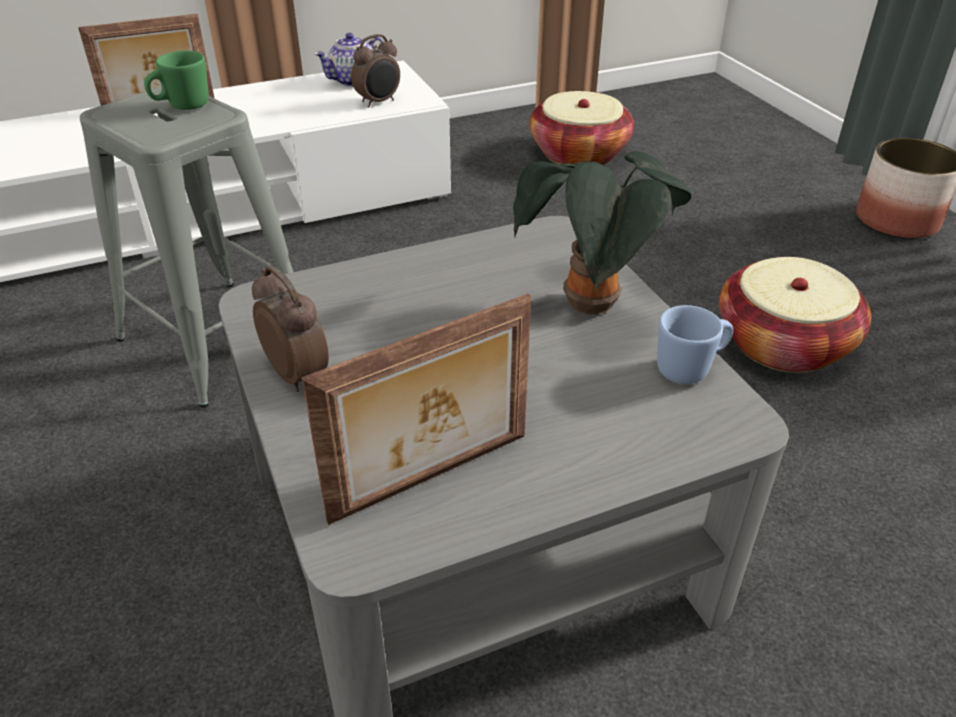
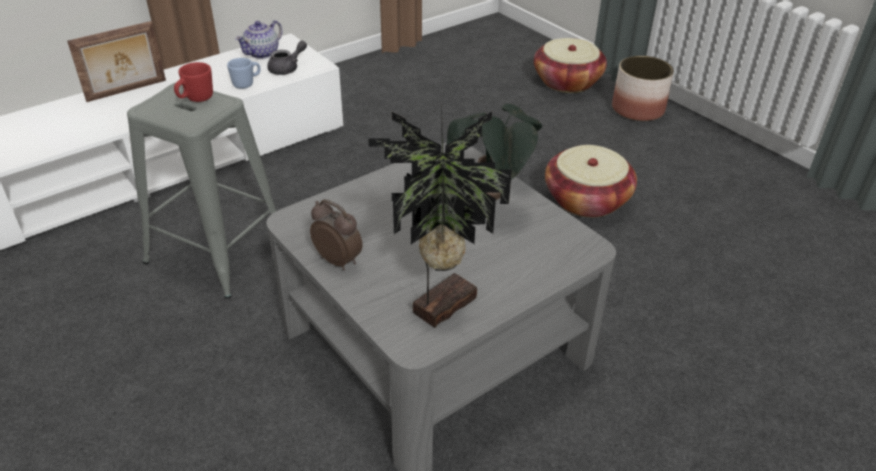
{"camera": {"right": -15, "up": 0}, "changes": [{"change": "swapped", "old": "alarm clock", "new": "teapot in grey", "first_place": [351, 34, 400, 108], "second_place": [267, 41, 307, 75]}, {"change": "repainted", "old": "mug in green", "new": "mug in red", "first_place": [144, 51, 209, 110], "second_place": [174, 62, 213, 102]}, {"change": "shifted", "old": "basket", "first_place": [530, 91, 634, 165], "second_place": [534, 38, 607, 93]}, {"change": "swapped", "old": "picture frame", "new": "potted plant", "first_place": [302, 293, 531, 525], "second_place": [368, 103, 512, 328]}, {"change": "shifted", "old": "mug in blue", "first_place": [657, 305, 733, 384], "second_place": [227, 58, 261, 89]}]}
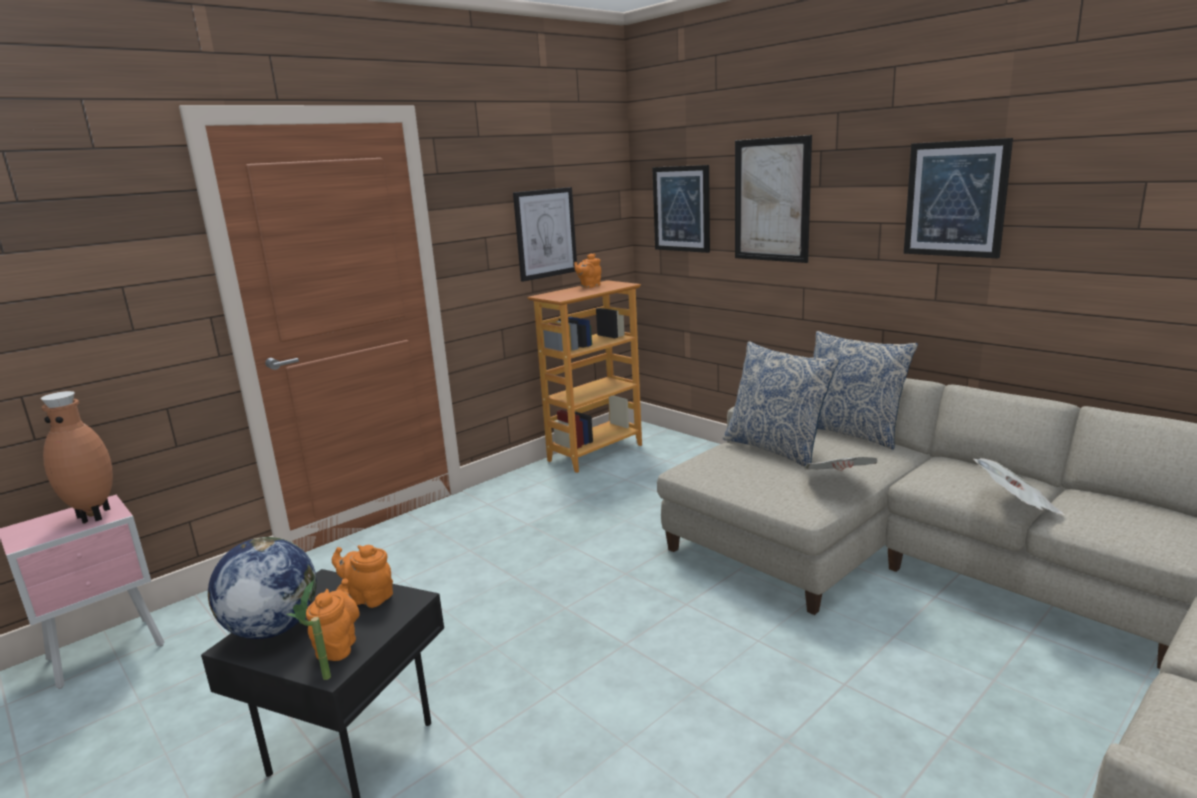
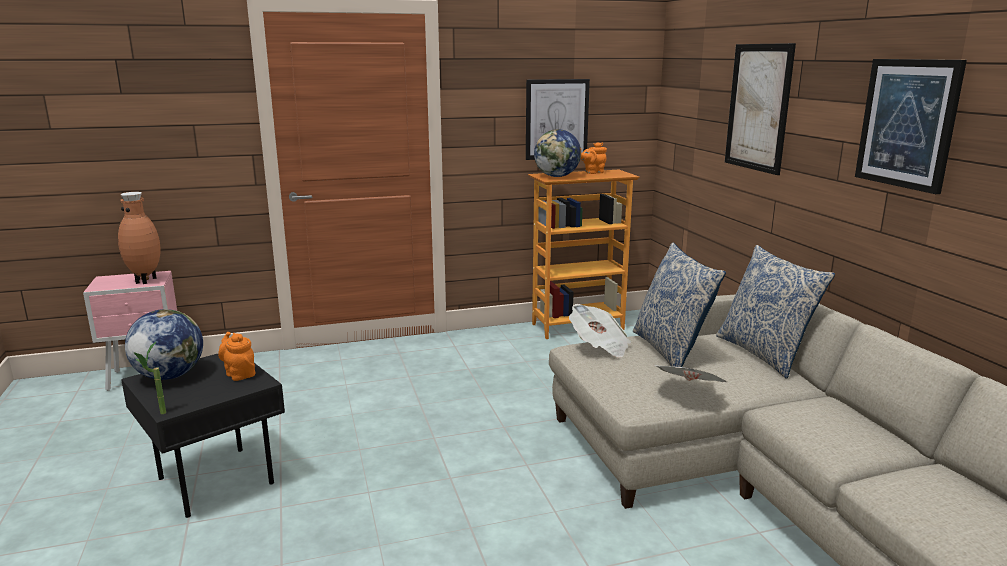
{"camera": {"right": 25, "up": 0}, "changes": [{"change": "gone", "old": "picture", "first_place": [652, 165, 710, 253]}, {"change": "shifted", "old": "newspaper", "first_place": [973, 458, 1065, 515], "second_place": [569, 304, 631, 358]}, {"change": "gone", "old": "teapot in orange", "first_place": [306, 579, 360, 661]}, {"change": "new", "new": "globe", "second_place": [534, 129, 581, 177]}]}
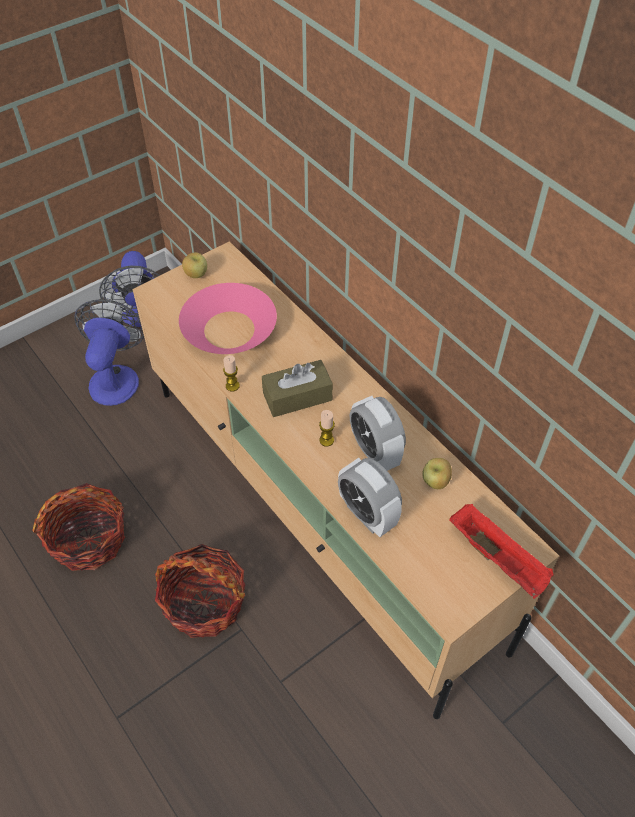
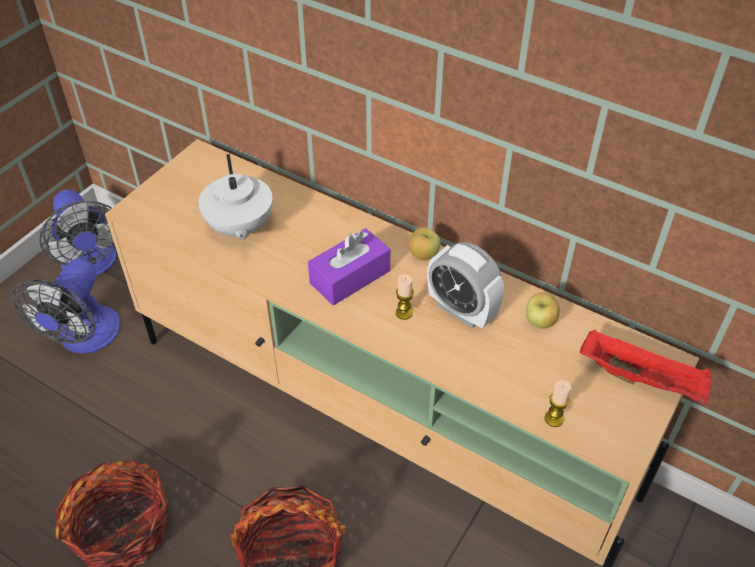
{"camera": {"right": -20, "up": -5}, "changes": [{"change": "shifted", "old": "apple", "first_place": [182, 252, 207, 278], "second_place": [409, 227, 440, 260]}, {"change": "swapped", "old": "bowl in pink", "new": "teapot in white", "first_place": [179, 283, 277, 354], "second_place": [198, 154, 273, 241]}, {"change": "rotated", "old": "fan", "first_place": [75, 299, 144, 406], "second_place": [12, 258, 120, 354], "degrees": -150}, {"change": "shifted", "old": "candle", "first_place": [223, 355, 240, 392], "second_place": [545, 380, 571, 427]}, {"change": "repainted", "old": "tissue box in brown", "new": "tissue box in purple", "first_place": [262, 360, 333, 417], "second_place": [308, 228, 390, 305]}, {"change": "gone", "old": "alarm clock", "first_place": [338, 458, 402, 537]}]}
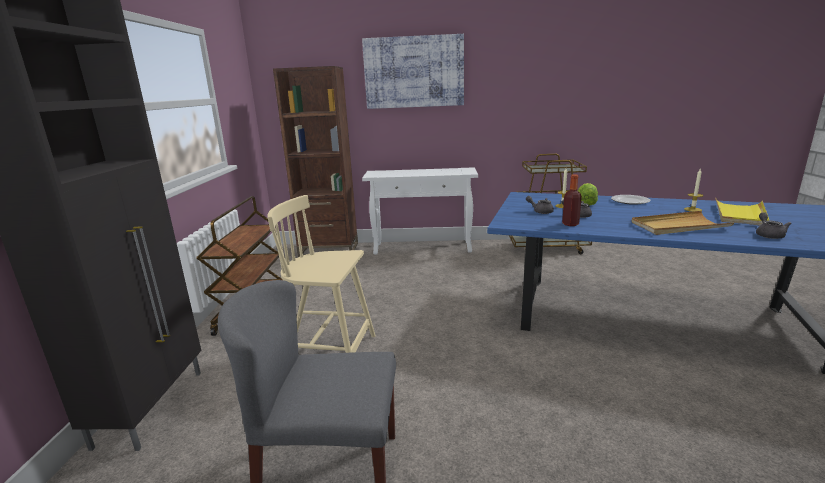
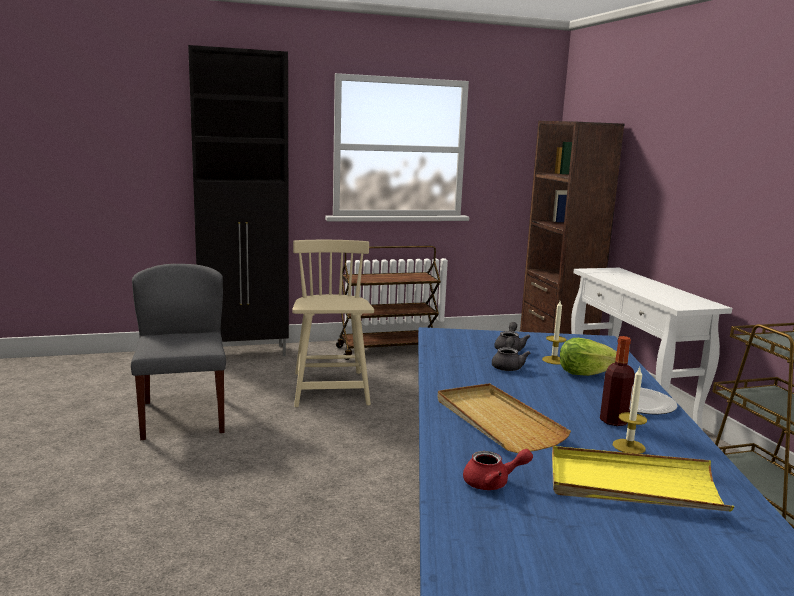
{"camera": {"right": 70, "up": -5}, "changes": [{"change": "gone", "old": "picture", "first_place": [362, 34, 464, 109]}, {"change": "shifted", "old": "bottle", "first_place": [562, 174, 582, 226], "second_place": [600, 336, 635, 426]}, {"change": "repainted", "old": "teapot in grey", "new": "teapot in red", "first_place": [756, 212, 792, 239], "second_place": [463, 449, 533, 490]}]}
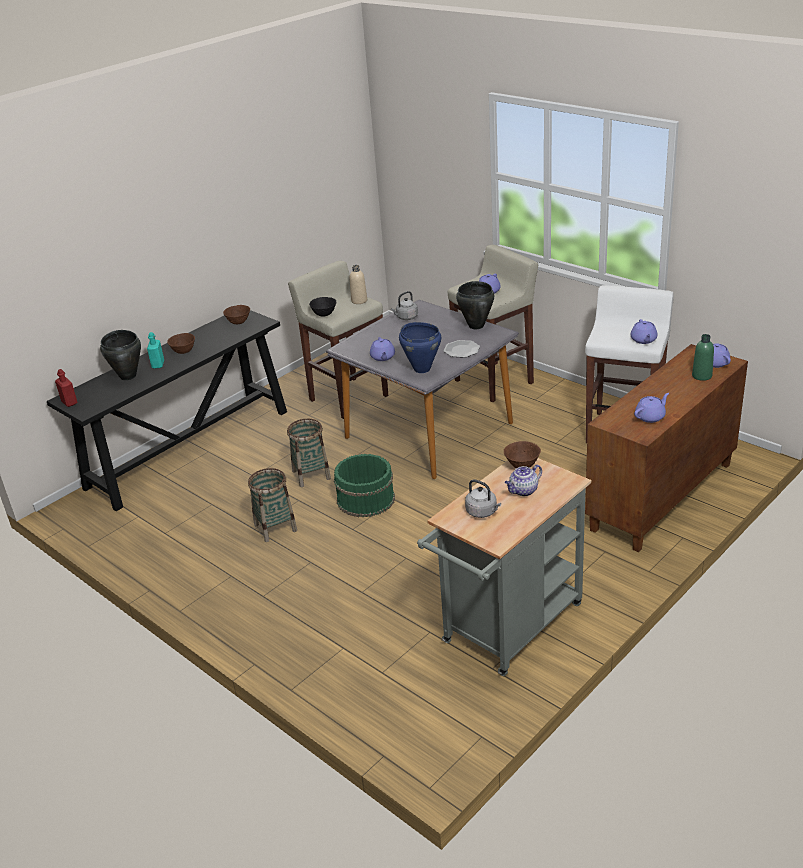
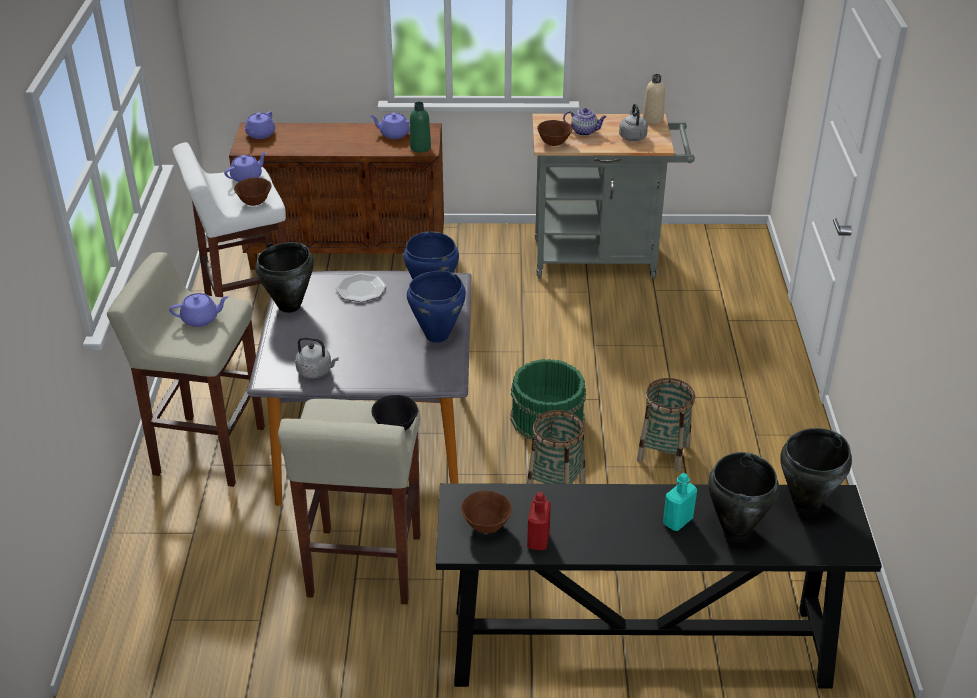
{"camera": {"right": -135, "up": 5}, "changes": [{"change": "shifted", "old": "bottle in beige", "first_place": [350, 265, 367, 304], "second_place": [643, 74, 665, 124]}, {"change": "shifted", "old": "bowl in brown", "first_place": [167, 333, 195, 354], "second_place": [234, 178, 272, 206]}, {"change": "shifted", "old": "bottle in green", "first_place": [692, 334, 714, 381], "second_place": [410, 102, 431, 153]}, {"change": "swapped", "old": "teapot in purple", "new": "cooking pot in blue", "first_place": [370, 337, 395, 361], "second_place": [407, 271, 466, 343]}, {"change": "shifted", "old": "bottle in red", "first_place": [55, 369, 77, 407], "second_place": [527, 492, 551, 550]}, {"change": "new", "new": "cooking pot in black", "second_place": [780, 428, 852, 512]}]}
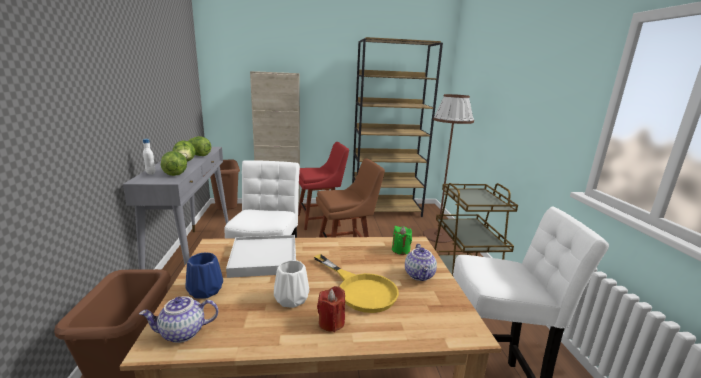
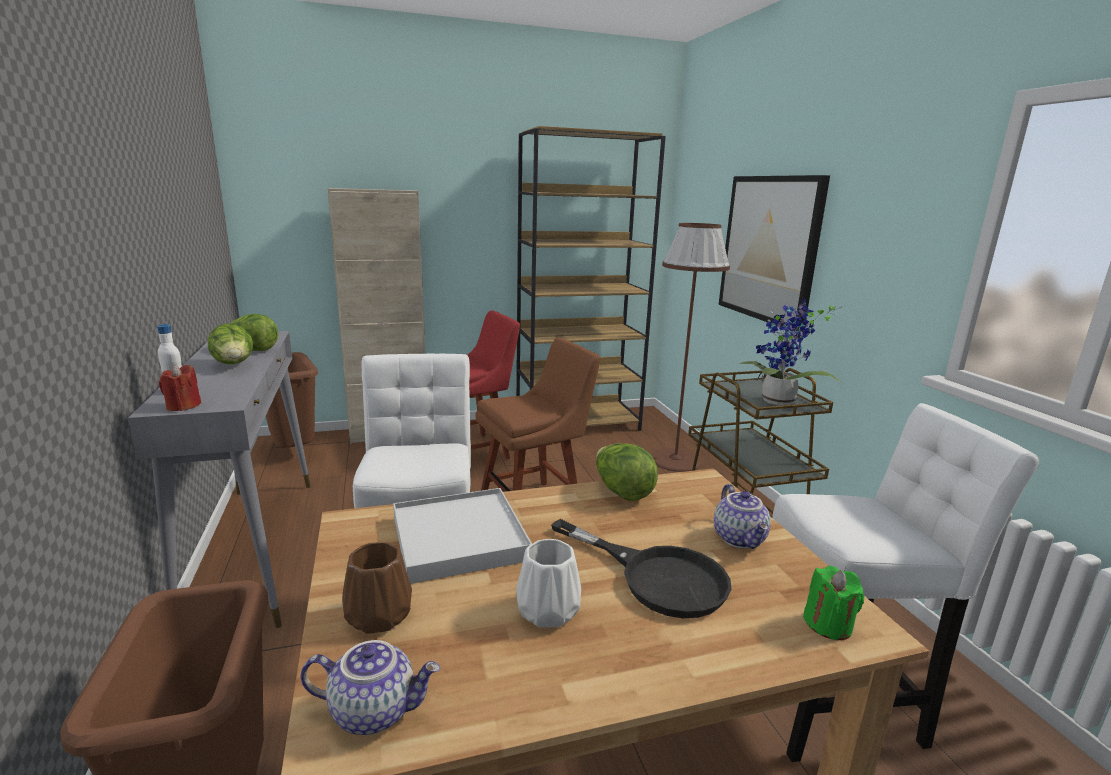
{"camera": {"right": -10, "up": 0}, "changes": [{"change": "shifted", "old": "lettuce", "first_place": [161, 151, 187, 176], "second_place": [596, 443, 658, 501]}, {"change": "shifted", "old": "candle in green", "first_place": [392, 226, 412, 255], "second_place": [803, 566, 864, 640]}, {"change": "repainted", "old": "vase in blue", "new": "vase in brown", "first_place": [186, 253, 223, 299], "second_place": [342, 542, 412, 634]}, {"change": "repainted", "old": "frying pan in yellow", "new": "frying pan in black", "first_place": [314, 254, 399, 313], "second_place": [551, 519, 731, 618]}, {"change": "shifted", "old": "candle in red", "first_place": [317, 286, 345, 332], "second_place": [159, 364, 201, 411]}, {"change": "rotated", "old": "teapot", "first_place": [139, 296, 218, 343], "second_place": [301, 640, 440, 735], "degrees": -150}, {"change": "new", "new": "picture", "second_place": [719, 175, 830, 333]}, {"change": "new", "new": "potted plant", "second_place": [739, 300, 842, 406]}]}
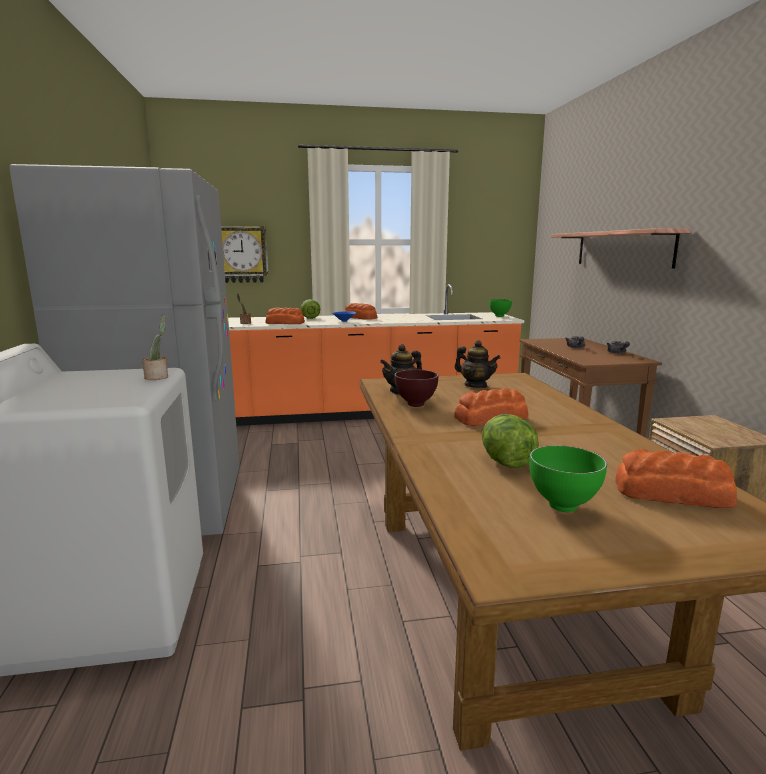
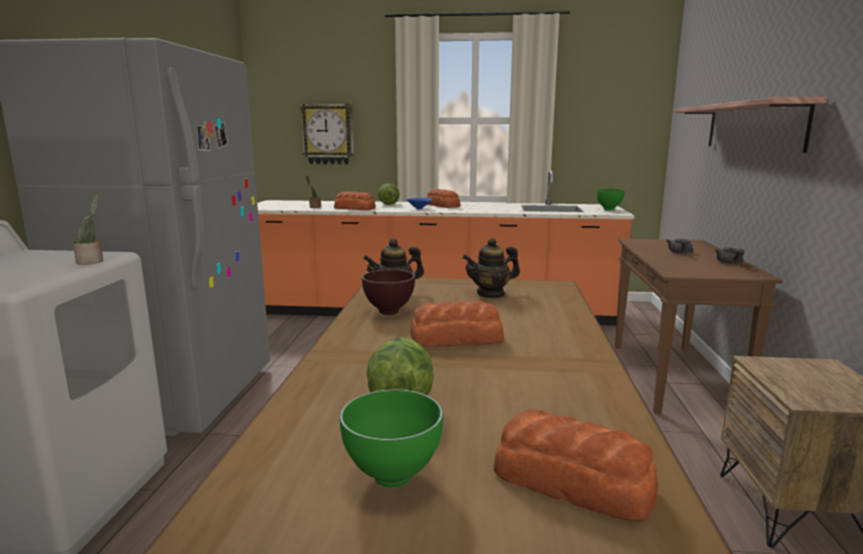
{"camera": {"right": 15, "up": 0}, "changes": [{"change": "rotated", "old": "teapot", "first_place": [455, 340, 500, 388], "second_place": [463, 238, 520, 298], "degrees": 105}]}
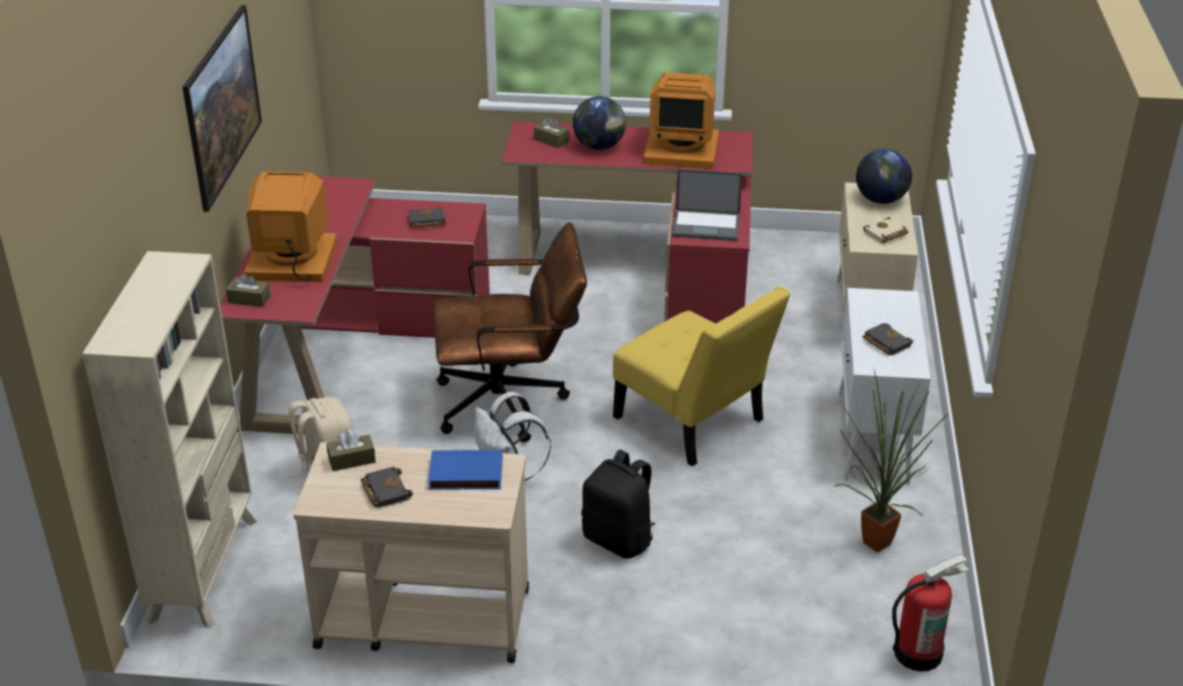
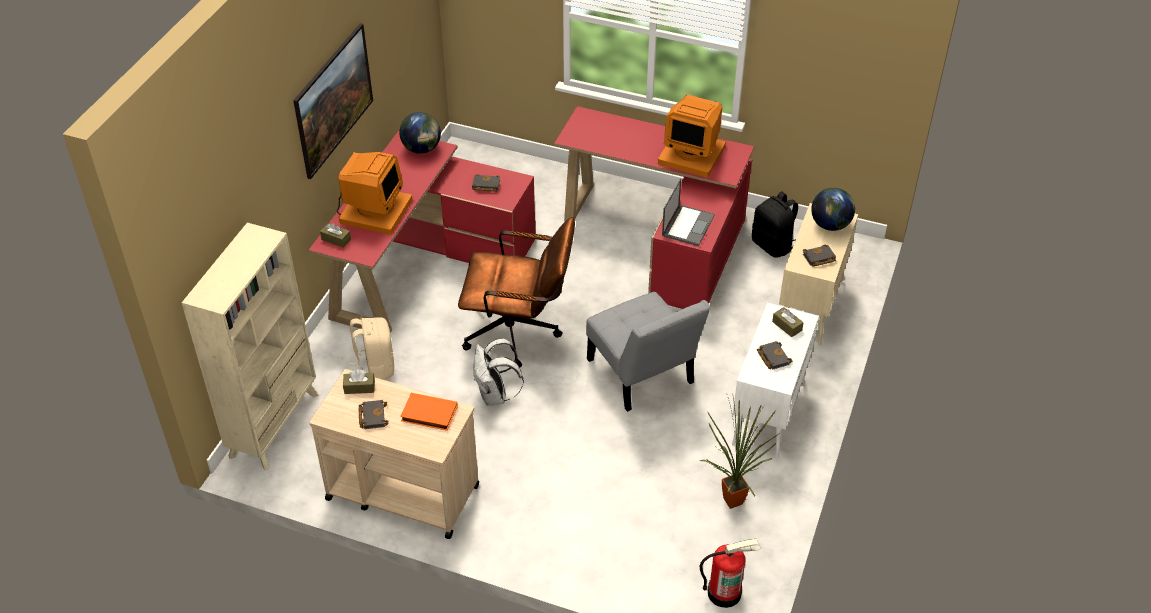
{"camera": {"right": 15, "up": 10}, "changes": [{"change": "shifted", "old": "globe", "first_place": [573, 96, 626, 150], "second_place": [399, 112, 441, 154]}, {"change": "shifted", "old": "tissue box in brown", "first_place": [534, 116, 569, 148], "second_place": [772, 307, 804, 337]}, {"change": "rotated", "old": "laptop", "first_place": [672, 169, 742, 241], "second_place": [662, 178, 715, 246], "degrees": -90}, {"change": "rotated", "old": "monitor", "first_place": [244, 172, 337, 282], "second_place": [337, 152, 412, 235], "degrees": 90}, {"change": "repainted", "old": "book in beige", "new": "book in black", "first_place": [863, 217, 909, 243], "second_place": [803, 244, 836, 267]}, {"change": "repainted", "old": "chair in yellow", "new": "chair in grey", "first_place": [613, 286, 791, 467], "second_place": [586, 292, 711, 412]}, {"change": "repainted", "old": "book in blue", "new": "book in orange", "first_place": [428, 450, 503, 489], "second_place": [400, 393, 458, 431]}, {"change": "shifted", "old": "backpack in black", "first_place": [581, 450, 655, 559], "second_place": [752, 192, 798, 257]}]}
